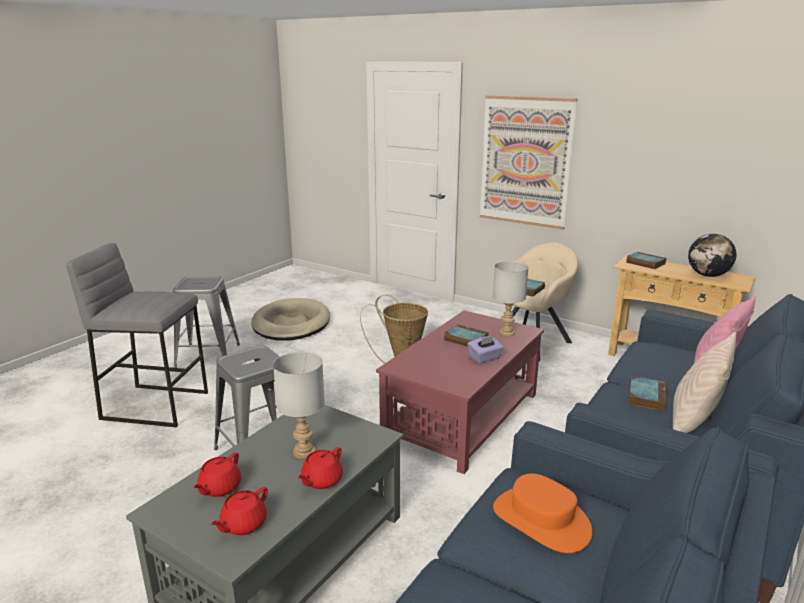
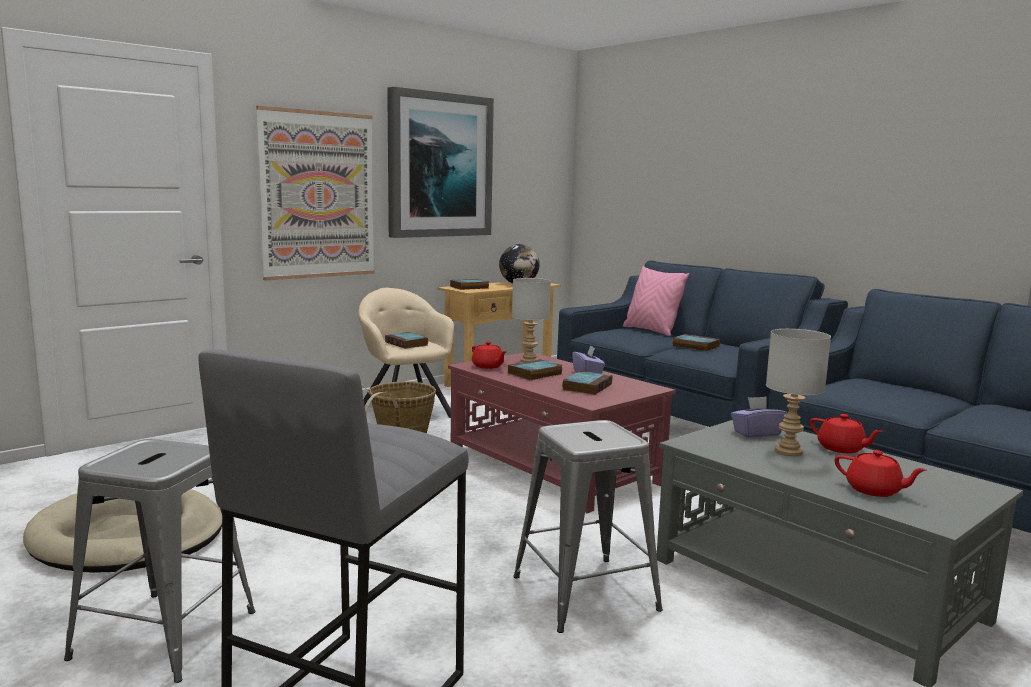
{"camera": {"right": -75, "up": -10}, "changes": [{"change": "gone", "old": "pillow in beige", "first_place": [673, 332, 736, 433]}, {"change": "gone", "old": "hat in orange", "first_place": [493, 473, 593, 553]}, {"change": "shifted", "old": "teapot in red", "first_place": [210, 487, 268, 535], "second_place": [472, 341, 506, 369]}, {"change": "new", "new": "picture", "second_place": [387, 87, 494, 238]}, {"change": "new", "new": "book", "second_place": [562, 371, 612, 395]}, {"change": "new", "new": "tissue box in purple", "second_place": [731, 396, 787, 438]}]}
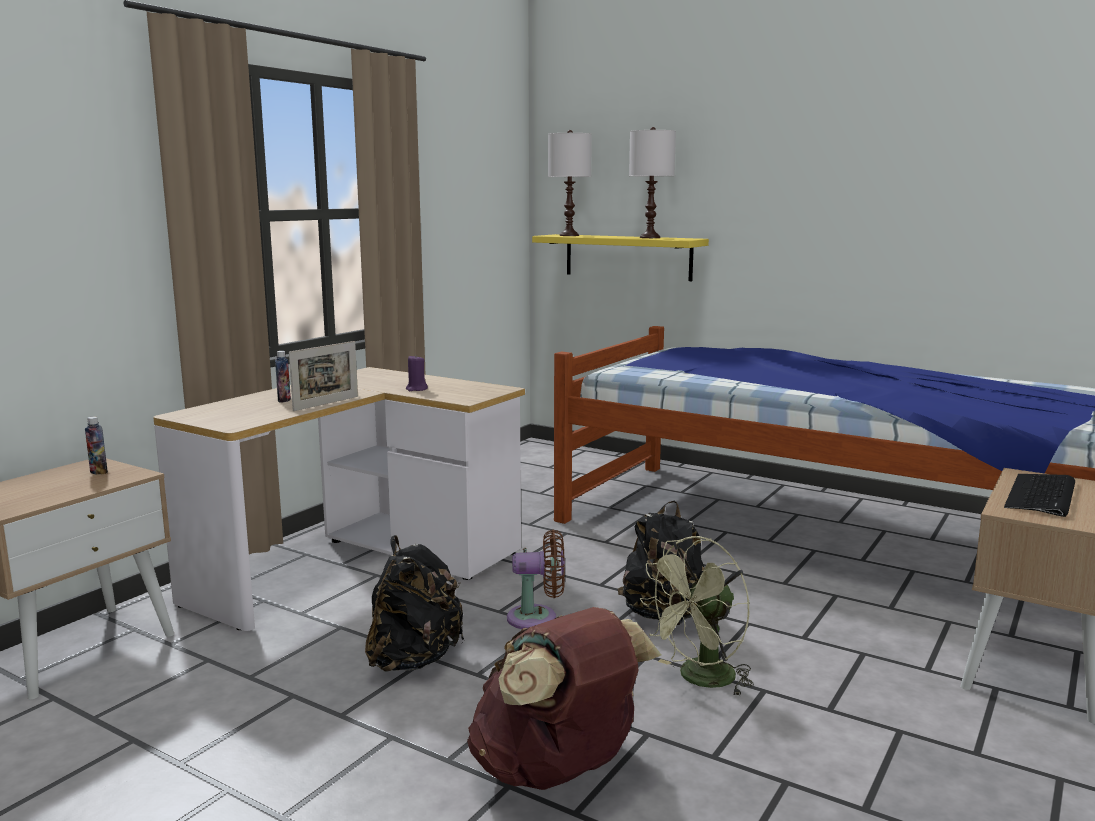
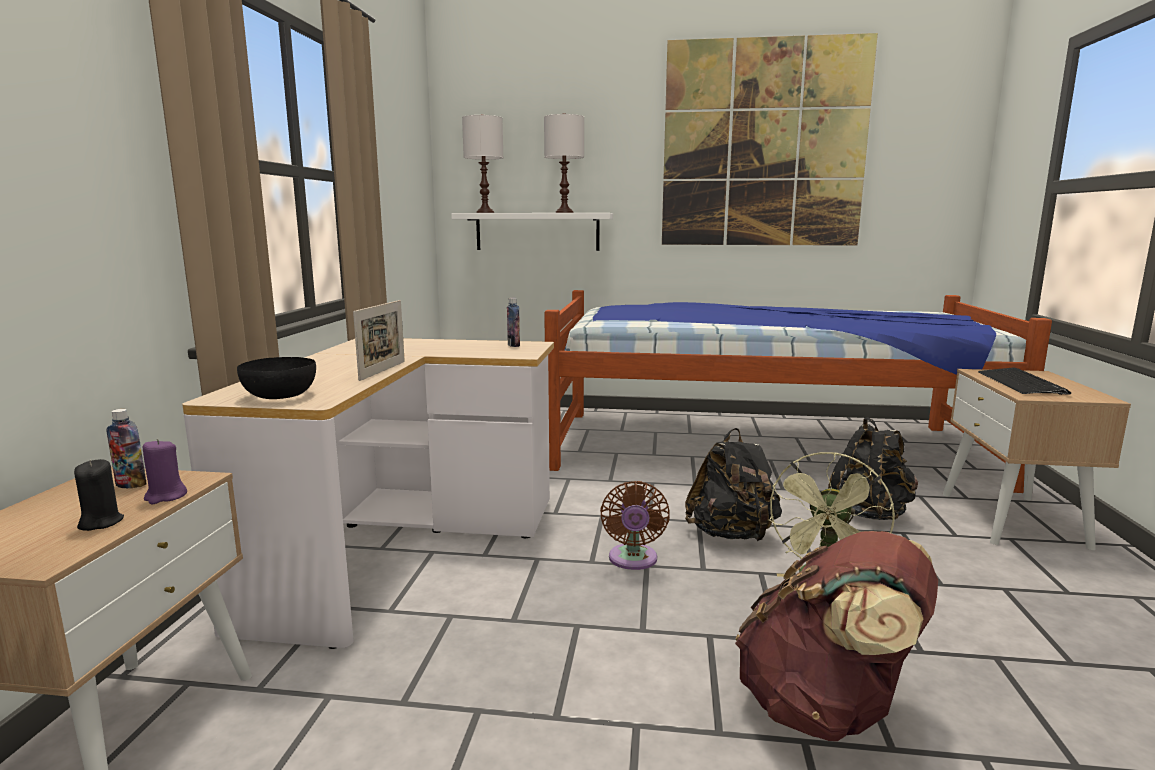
{"camera": {"right": -25, "up": 0}, "changes": [{"change": "repainted", "old": "shelf in yellow", "new": "shelf in white", "first_place": [532, 234, 709, 281], "second_place": [451, 213, 613, 251]}, {"change": "shifted", "old": "bottle", "first_place": [275, 351, 291, 402], "second_place": [507, 298, 520, 347]}, {"change": "shifted", "old": "candle in purple", "first_place": [406, 354, 428, 391], "second_place": [143, 439, 187, 504]}, {"change": "rotated", "old": "fan in brown", "first_place": [507, 530, 565, 629], "second_place": [600, 481, 670, 570], "degrees": 120}, {"change": "shifted", "old": "backpack in black", "first_place": [365, 535, 464, 672], "second_place": [828, 417, 918, 520]}, {"change": "new", "new": "picture", "second_place": [662, 33, 878, 246]}, {"change": "new", "new": "bowl in black", "second_place": [237, 357, 316, 399]}, {"change": "new", "new": "candle in black", "second_place": [74, 459, 124, 531]}]}
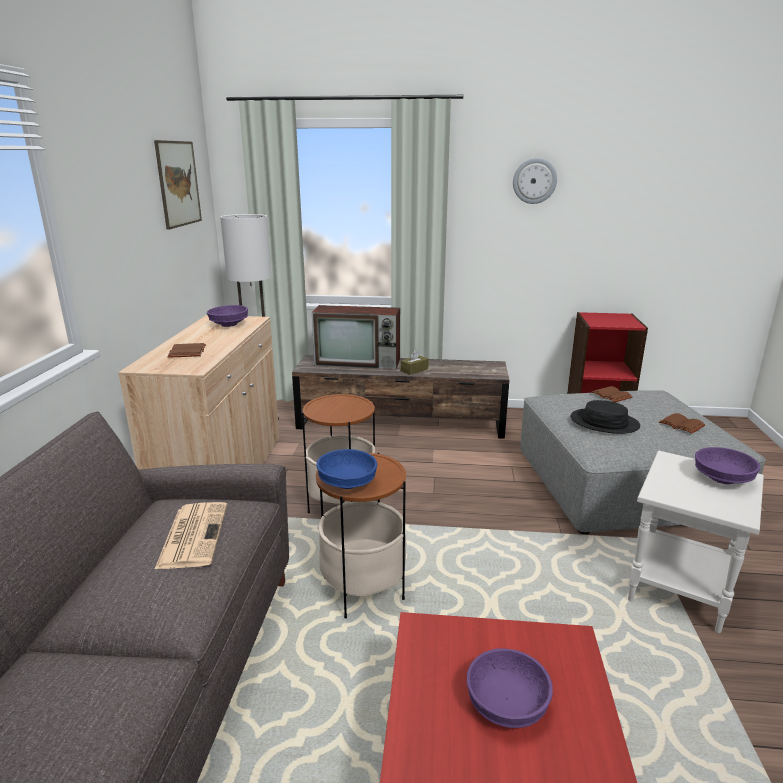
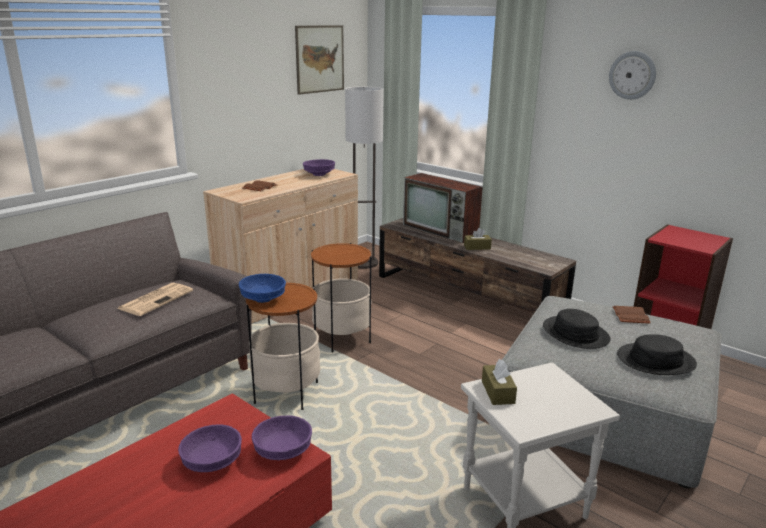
{"camera": {"right": 35, "up": 0}, "changes": [{"change": "swapped", "old": "book in brown", "new": "hat in black", "first_place": [659, 413, 705, 434], "second_place": [617, 334, 697, 375]}, {"change": "shifted", "old": "bowl in purple", "first_place": [695, 447, 760, 484], "second_place": [252, 415, 312, 460]}, {"change": "new", "new": "tissue box in brown", "second_place": [482, 359, 517, 405]}]}
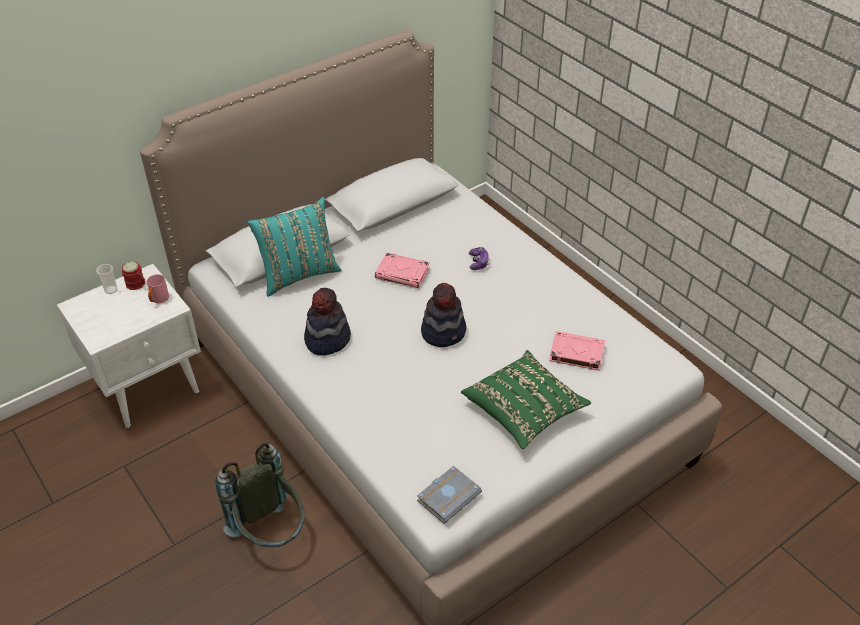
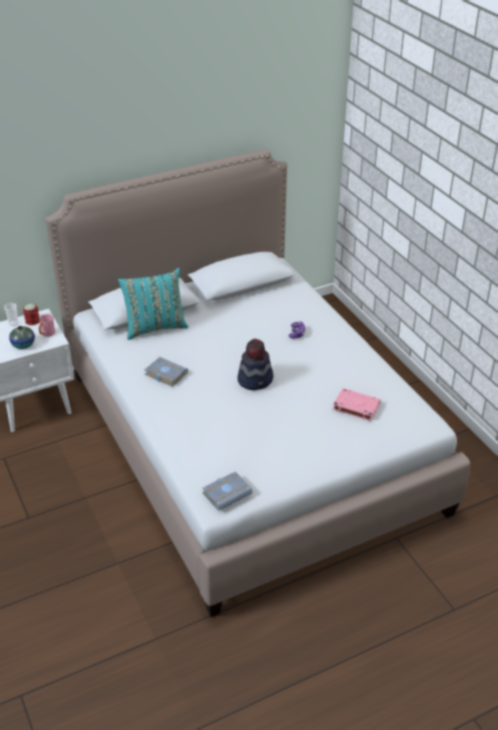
{"camera": {"right": 10, "up": -5}, "changes": [{"change": "gone", "old": "book in pink", "first_place": [375, 253, 430, 288]}, {"change": "swapped", "old": "hat", "new": "book in grey", "first_place": [304, 288, 351, 355], "second_place": [145, 357, 188, 387]}, {"change": "gone", "old": "pillow in green", "first_place": [461, 350, 591, 449]}, {"change": "gone", "old": "backpack in grey", "first_place": [215, 443, 305, 547]}, {"change": "new", "new": "vase", "second_place": [9, 326, 35, 349]}]}
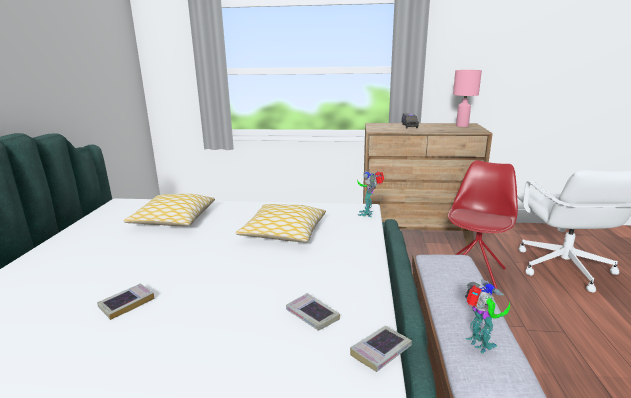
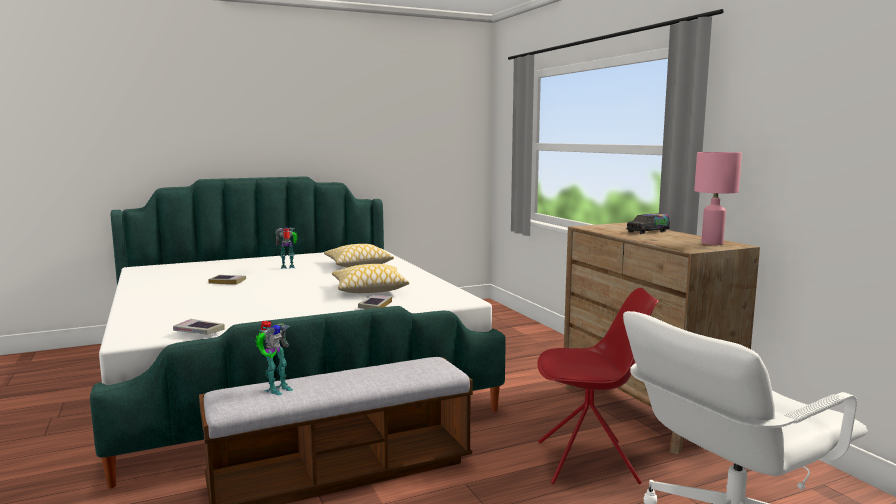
{"camera": {"right": 60, "up": -10}, "changes": [{"change": "shifted", "old": "toy robot", "first_place": [357, 171, 384, 217], "second_place": [275, 227, 298, 269]}, {"change": "shifted", "old": "book", "first_place": [286, 293, 340, 331], "second_place": [358, 295, 392, 309]}]}
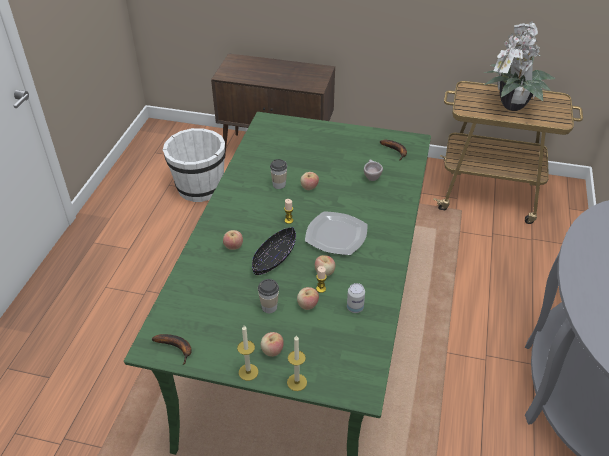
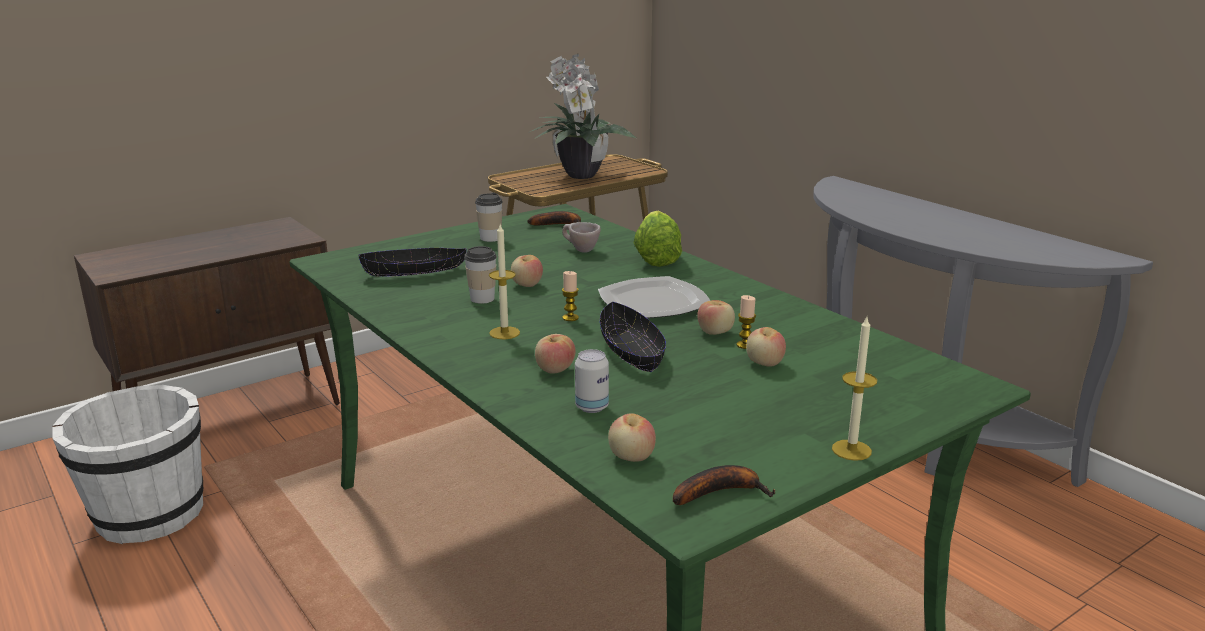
{"camera": {"right": -50, "up": -20}, "changes": [{"change": "shifted", "old": "cup", "first_place": [258, 279, 279, 313], "second_place": [475, 193, 503, 242]}, {"change": "shifted", "old": "can", "first_place": [347, 283, 365, 313], "second_place": [575, 349, 609, 413]}, {"change": "shifted", "old": "apple", "first_place": [261, 332, 284, 357], "second_place": [608, 413, 656, 462]}, {"change": "shifted", "old": "candle", "first_place": [287, 335, 307, 391], "second_place": [489, 224, 520, 339]}, {"change": "new", "new": "lettuce", "second_place": [633, 211, 682, 267]}, {"change": "new", "new": "bowl in black", "second_place": [358, 248, 467, 277]}]}
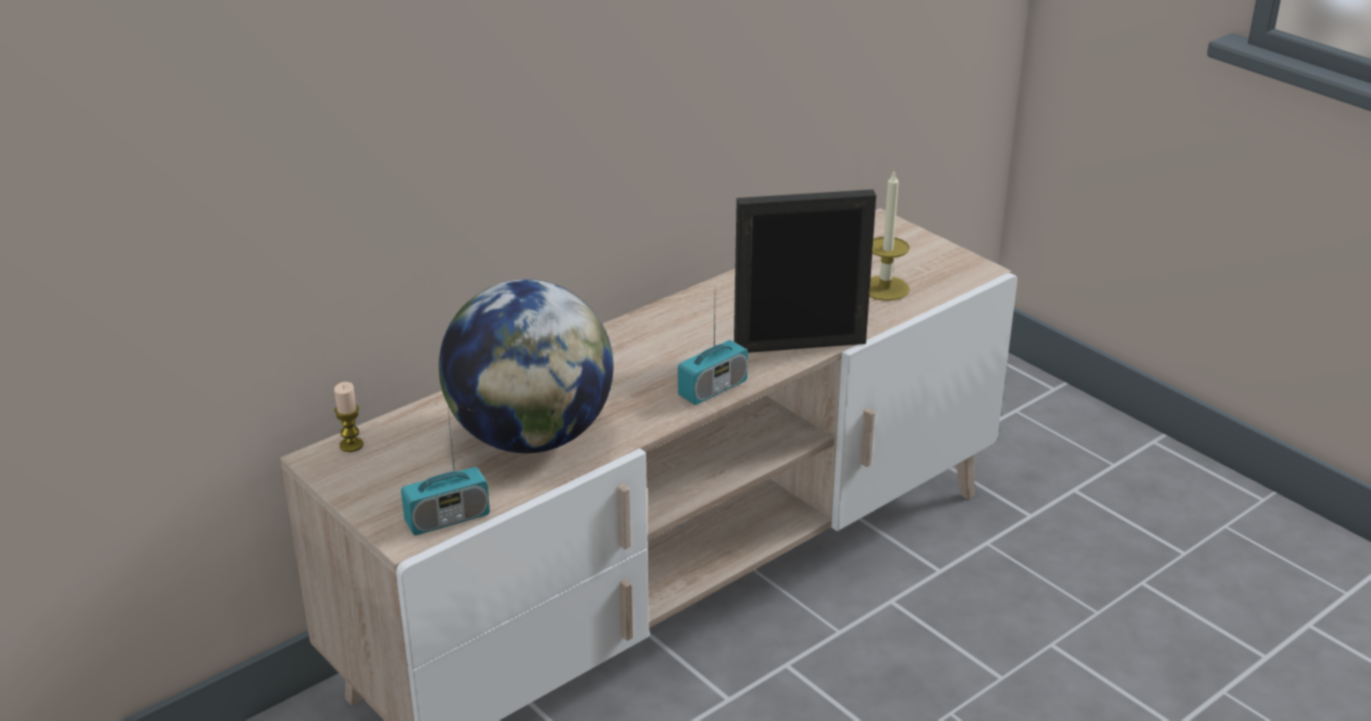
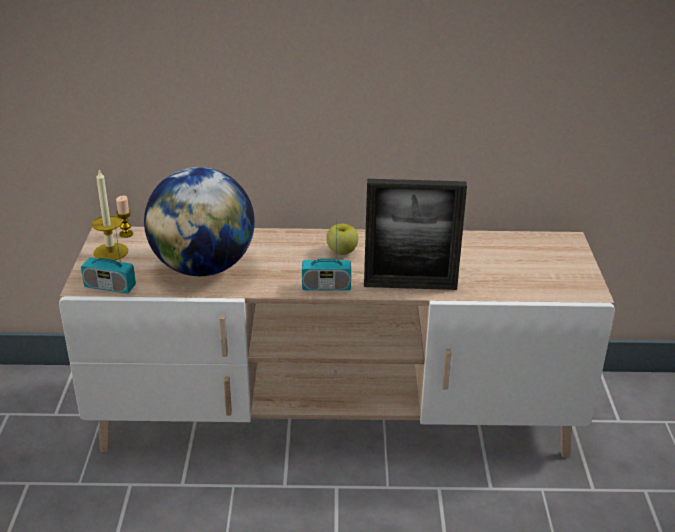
{"camera": {"right": 40, "up": 0}, "changes": [{"change": "shifted", "old": "candle", "first_place": [869, 172, 910, 301], "second_place": [92, 170, 128, 260]}, {"change": "rotated", "old": "picture frame", "first_place": [734, 189, 876, 353], "second_place": [364, 179, 467, 290], "degrees": 150}, {"change": "new", "new": "apple", "second_place": [326, 224, 358, 255]}]}
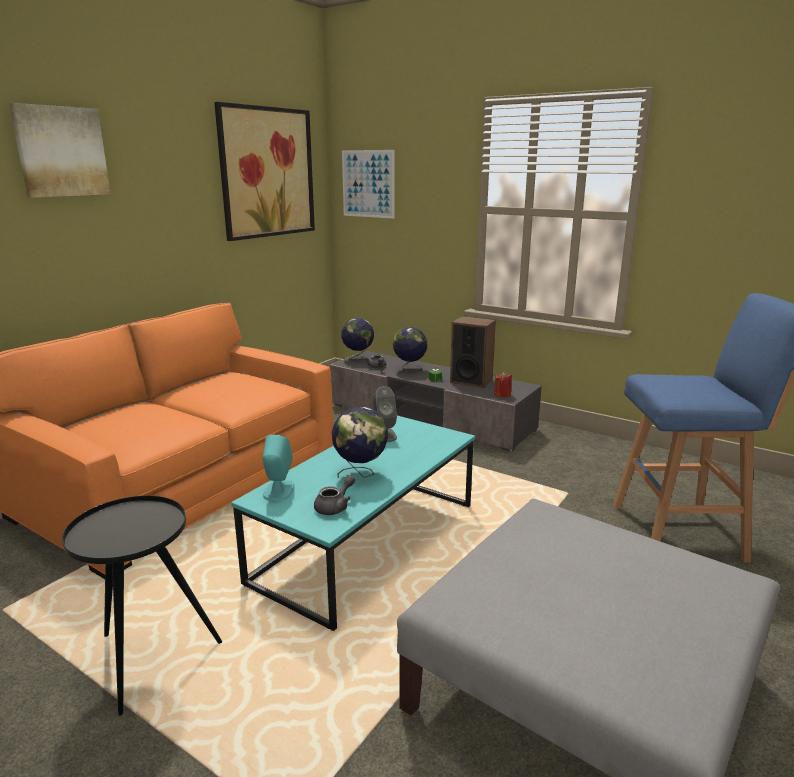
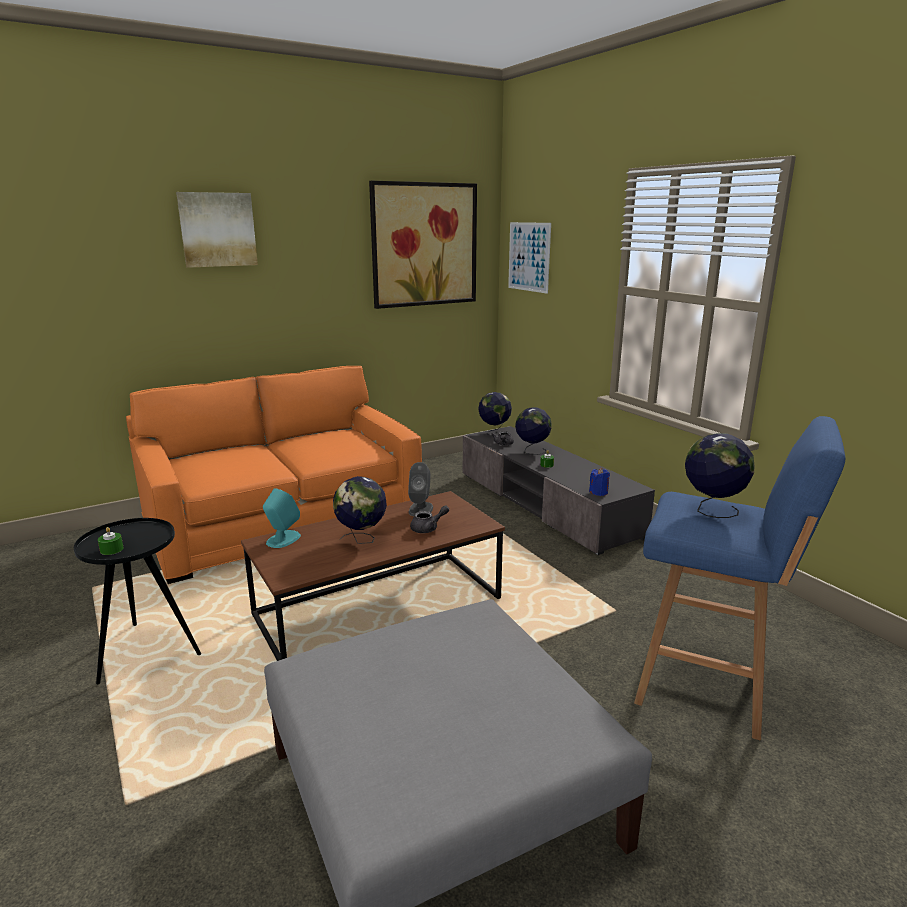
{"camera": {"right": 25, "up": 0}, "changes": [{"change": "gone", "old": "speaker", "first_place": [450, 316, 496, 388]}, {"change": "repainted", "old": "candle in red", "new": "candle in blue", "first_place": [494, 372, 512, 398], "second_place": [589, 468, 610, 496]}, {"change": "repainted", "old": "coffee table in turquoise", "new": "coffee table in brown", "first_place": [231, 416, 475, 631], "second_place": [241, 491, 505, 661]}, {"change": "shifted", "old": "teapot in grey", "first_place": [314, 475, 355, 515], "second_place": [410, 505, 449, 533]}, {"change": "new", "new": "globe", "second_place": [685, 433, 754, 518]}, {"change": "new", "new": "candle in green", "second_place": [98, 527, 123, 555]}]}
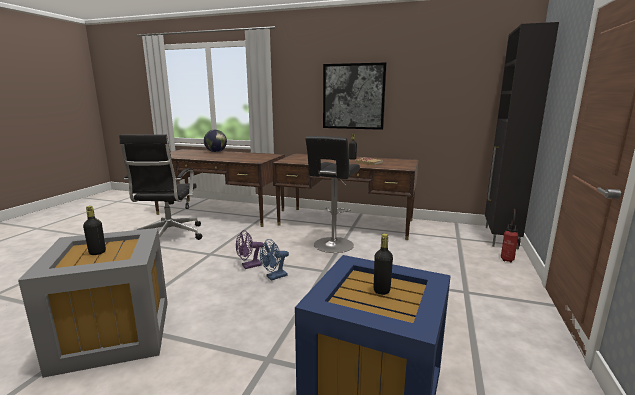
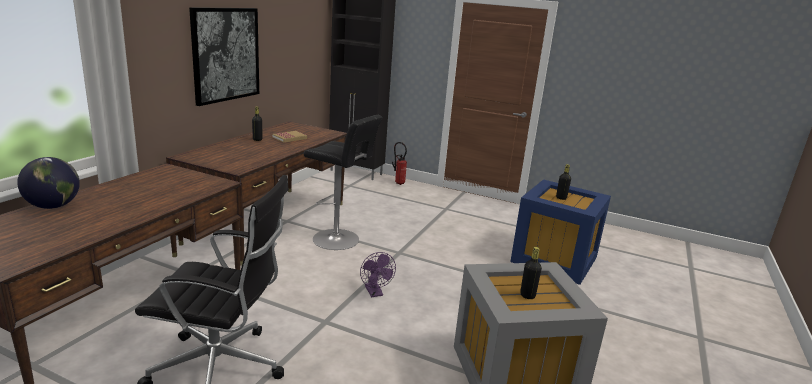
{"camera": {"right": -85, "up": 5}, "changes": [{"change": "gone", "old": "fan in blue", "first_place": [260, 239, 289, 281]}]}
